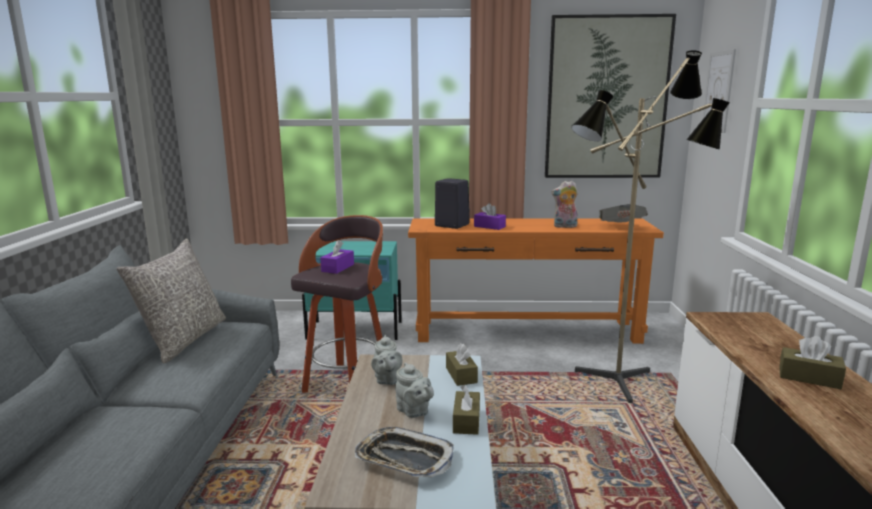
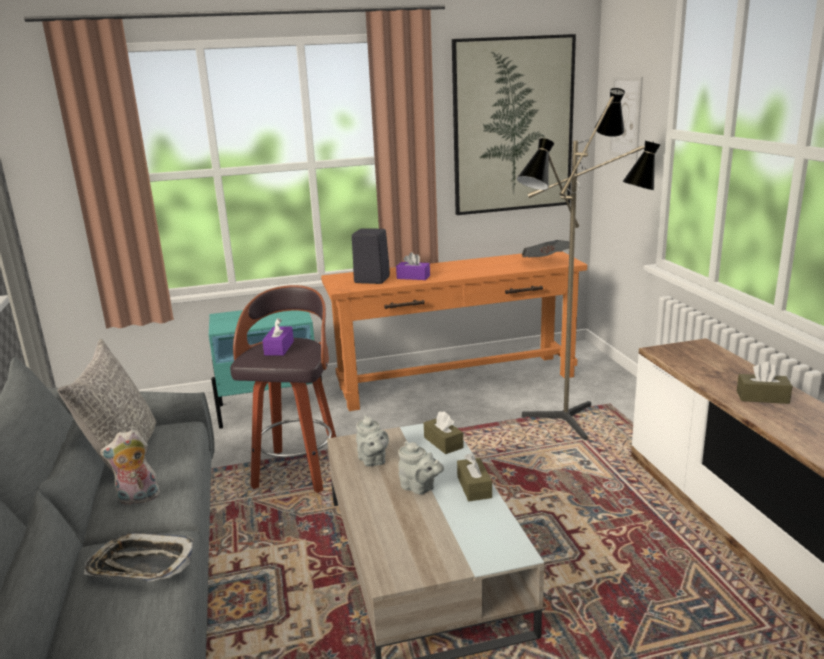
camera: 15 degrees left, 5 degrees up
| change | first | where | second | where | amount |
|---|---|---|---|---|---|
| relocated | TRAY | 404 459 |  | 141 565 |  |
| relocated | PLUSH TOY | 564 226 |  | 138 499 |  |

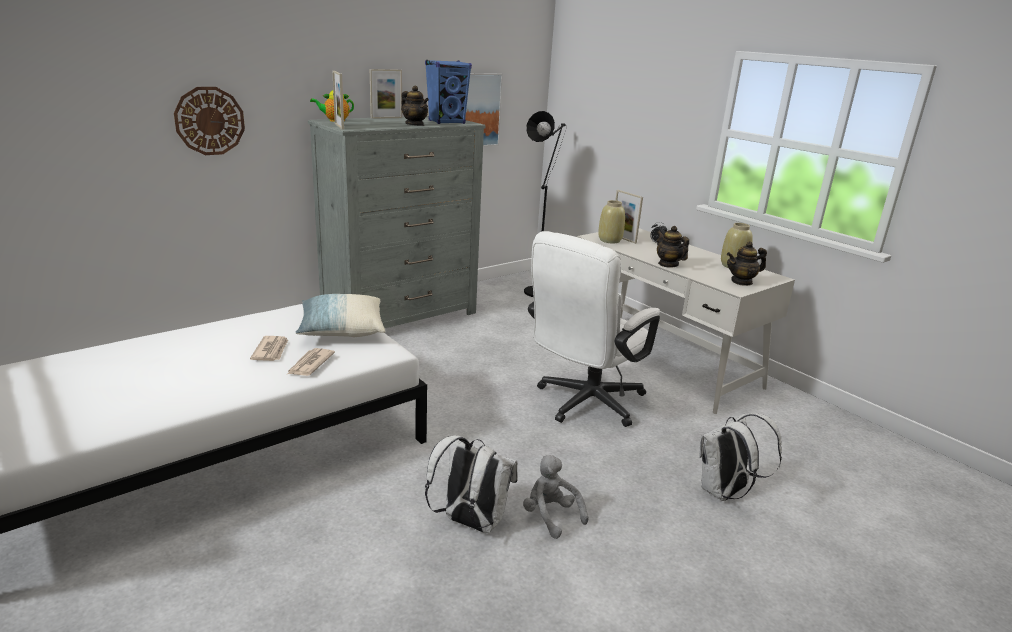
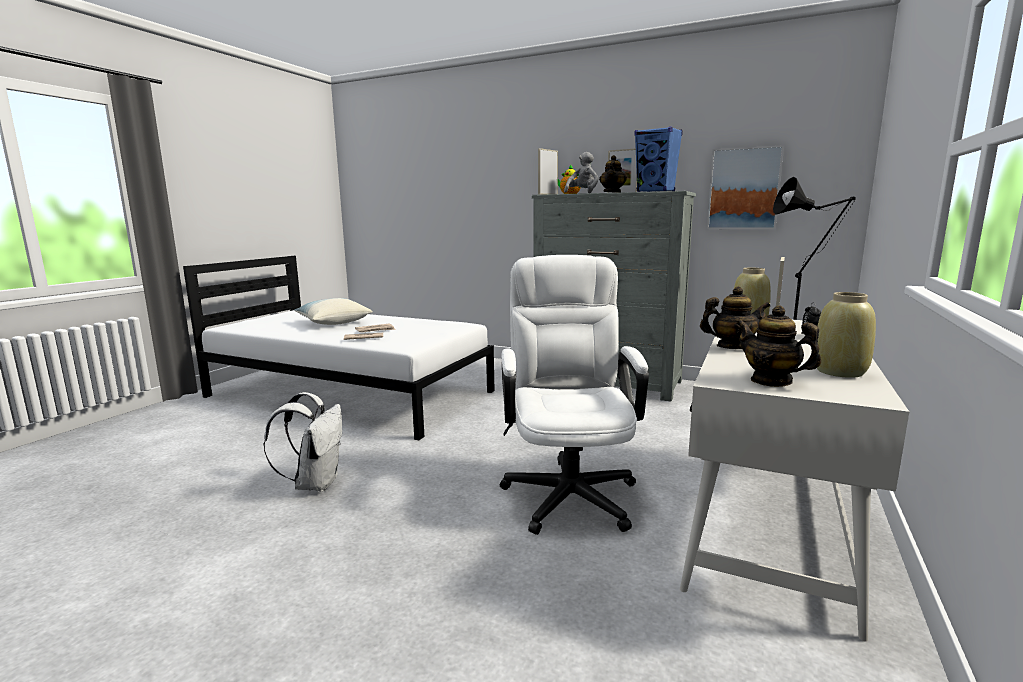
camera: 65 degrees right, 10 degrees down
| change | first | where | second | where | amount |
|---|---|---|---|---|---|
| missing | WALL CLOCK | 209 121 |  |  |  |
| missing | WHITE BACKPACK | 724 492 |  |  |  |
| relocated | PILLOW | 341 330 |  | 333 322 |  |
| relocated | GREY PLUSH TOY | 550 516 |  | 582 194 |  |
| spun | WHITE OFFICE CHAIR | 584 404 |  | 569 489 | 75 degrees clockwise |
| spun | TEAPOT | 668 264 |  | 732 347 | 60 degrees clockwise |

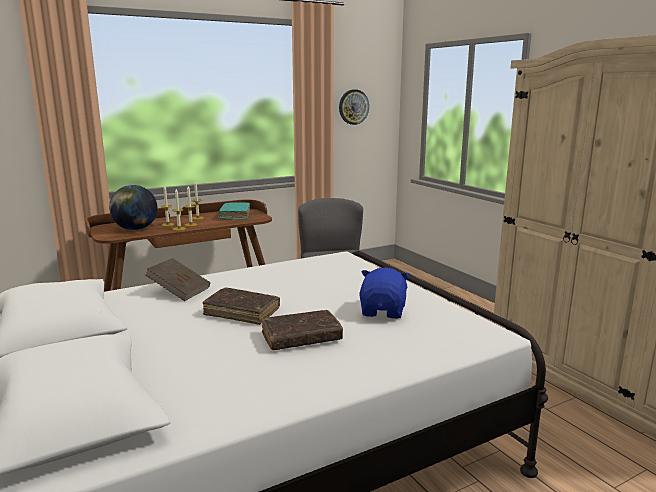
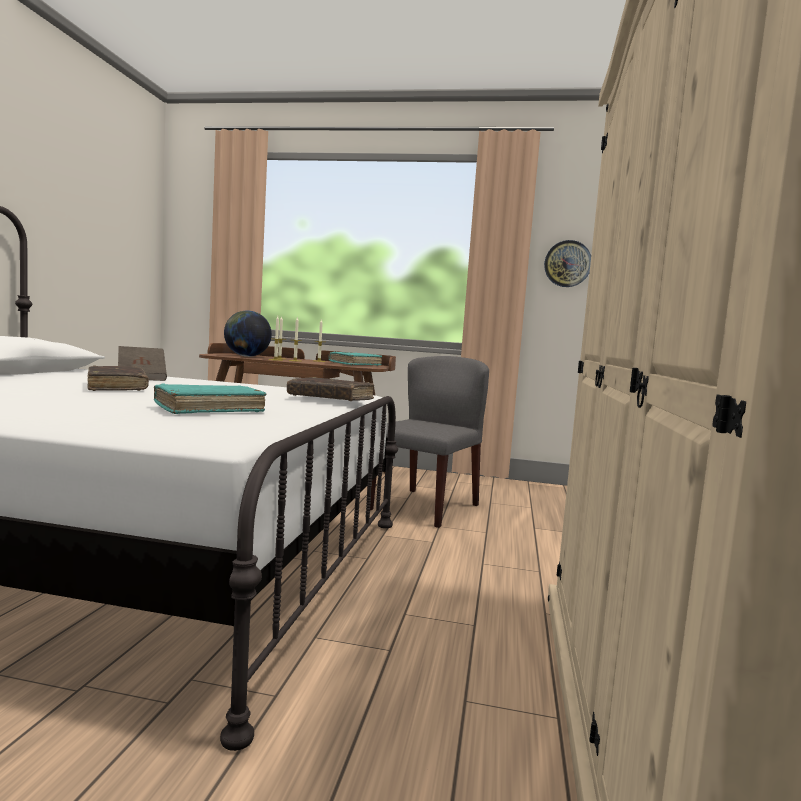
camera: 40 degrees right, 10 degrees down
| change | first | where | second | where | amount |
|---|---|---|---|---|---|
| relocated | BROWN BOOK | 301 338 |  | 330 398 |  |
| exchanged | BLUE PLUSH TOY | 383 311 | TURQUOISE BOOK | 209 409 |  |

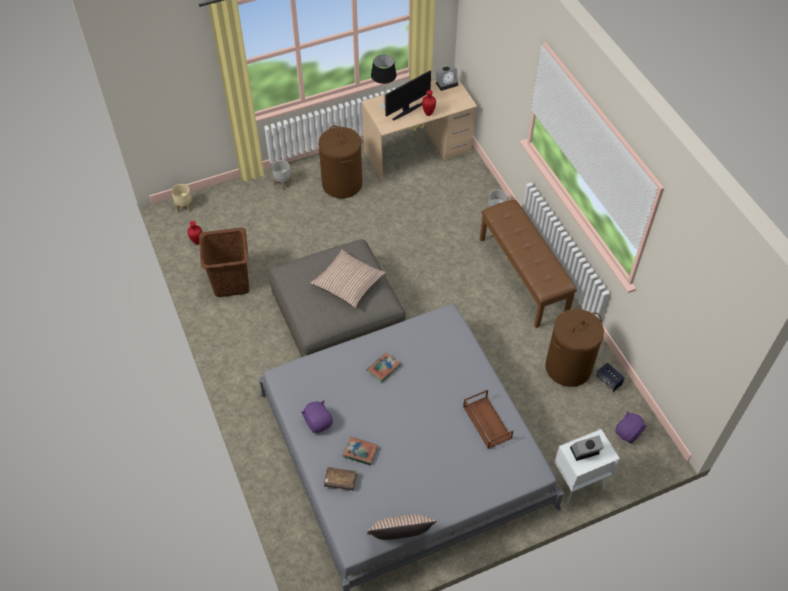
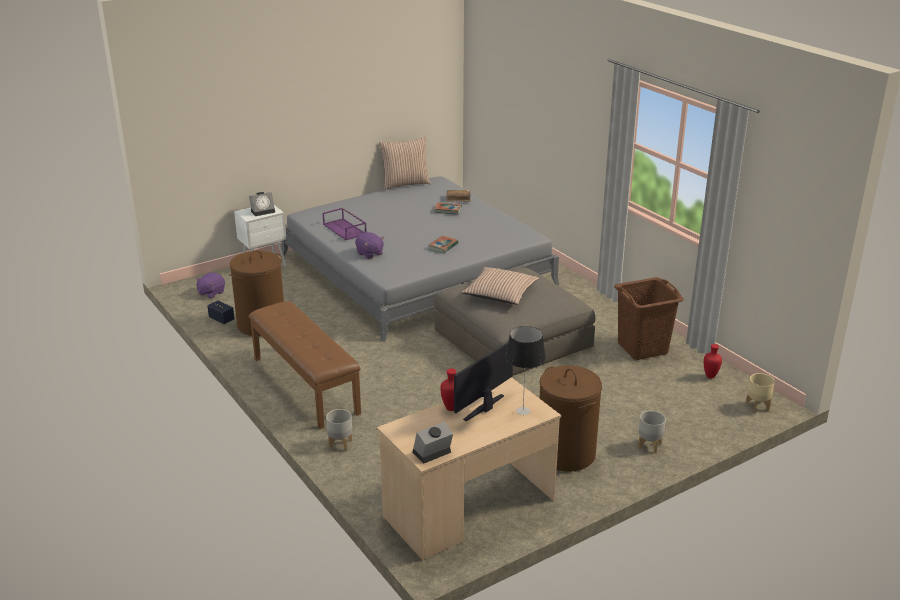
camera: 170 degrees right, 25 degrees down
| change | first | where | second | where | amount |
|---|---|---|---|---|---|
| relocated | PURPLE PLUSH TOY | 318 422 |  | 369 254 |  |
| colour | BROWN TRAY | 486 422 | PURPLE TRAY | 345 229 |  |

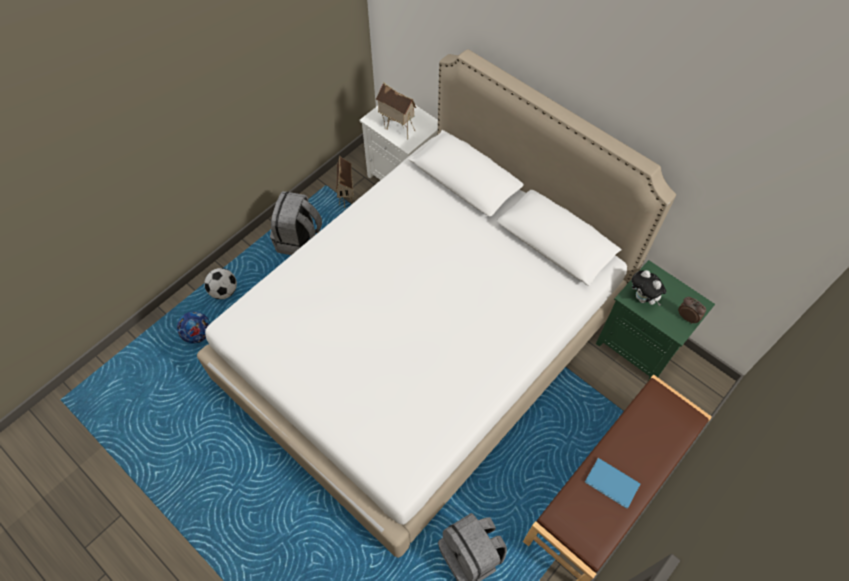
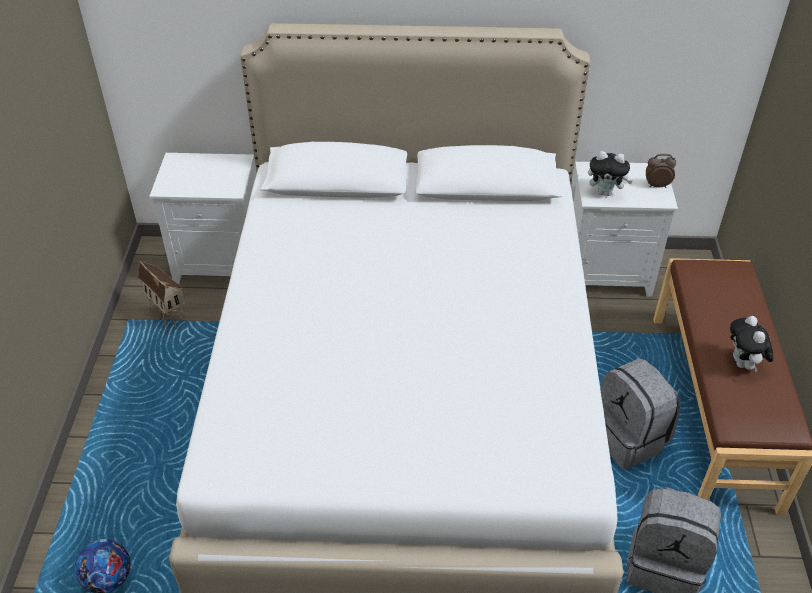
camera: 40 degrees left, 15 degrees down
| change | first | where | second | where | amount |
|---|---|---|---|---|---|
| missing | FOOTBALL | 224 291 |  |  |  |
| missing | TOY HOUSE | 397 129 |  |  |  |
| relocated | GREY BACKPACK | 299 241 |  | 630 438 |  |
| exchanged | BLUE BOOK | 612 485 | PLUSH TOY | 743 364 |  |
| colour | GREEN NIGHTSTAND | 639 346 | WHITE NIGHTSTAND | 608 272 |  |

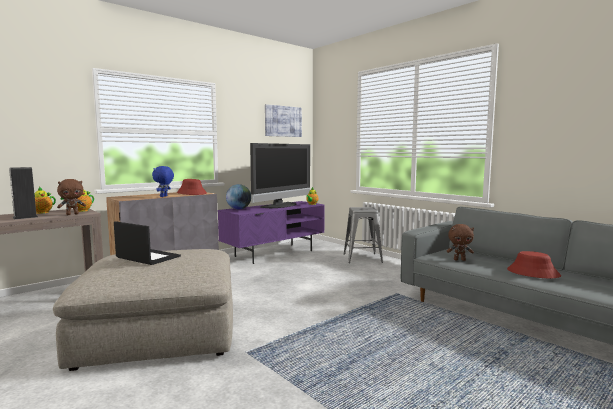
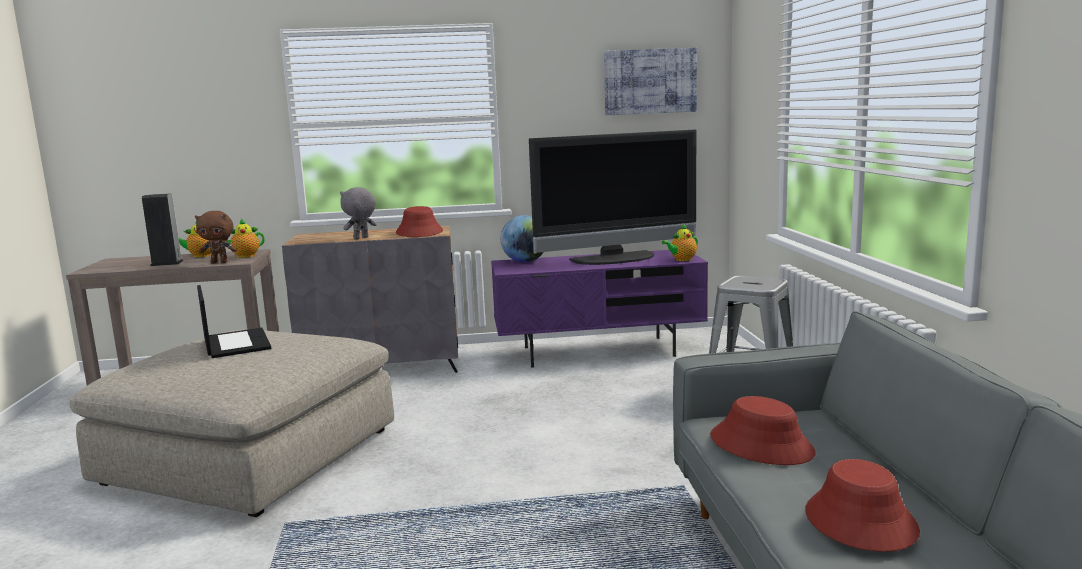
camera: 35 degrees right, 5 degrees up
| change | first | where | second | where | amount |
|---|---|---|---|---|---|
| exchanged | BROWN PLUSH TOY | 459 260 | RED HAT | 761 445 |  |
| colour | BLUE PLUSH TOY | 164 196 | GREY PLUSH TOY | 361 238 |  |

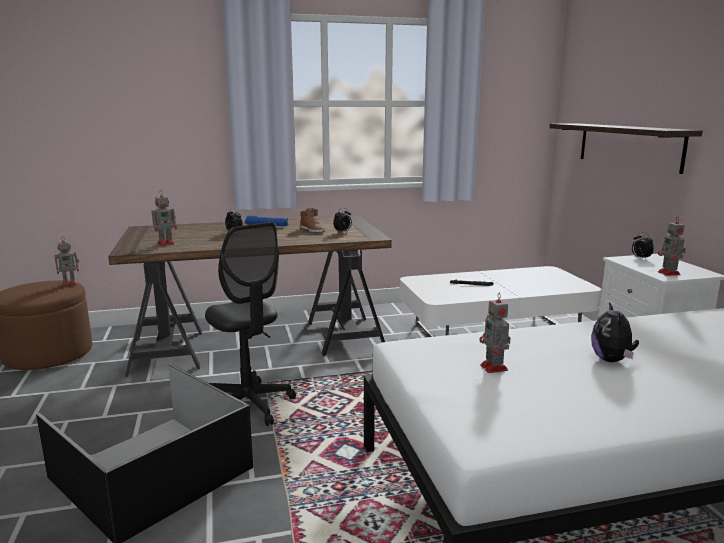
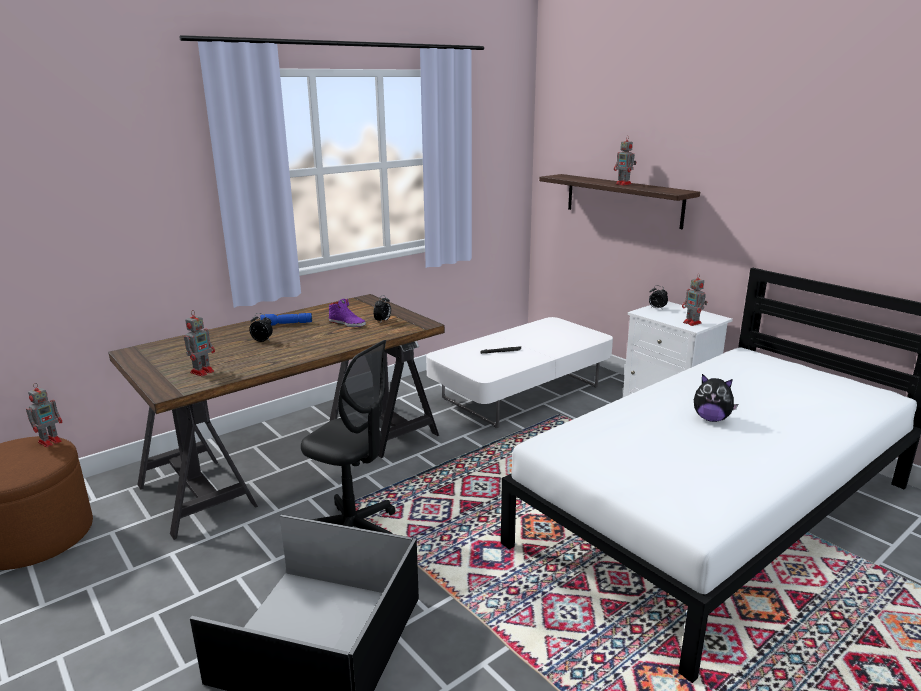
camera: 25 degrees left, 5 degrees up
| change | first | where | second | where | amount |
|---|---|---|---|---|---|
| relocated | TOY ROBOT | 494 368 |  | 624 184 |  |
| colour | BROWN SHOE | 313 230 | PURPLE SHOE | 347 323 |  |
| spun | PLUSH TOY | 611 360 |  | 711 419 | 45 degrees counterclockwise |

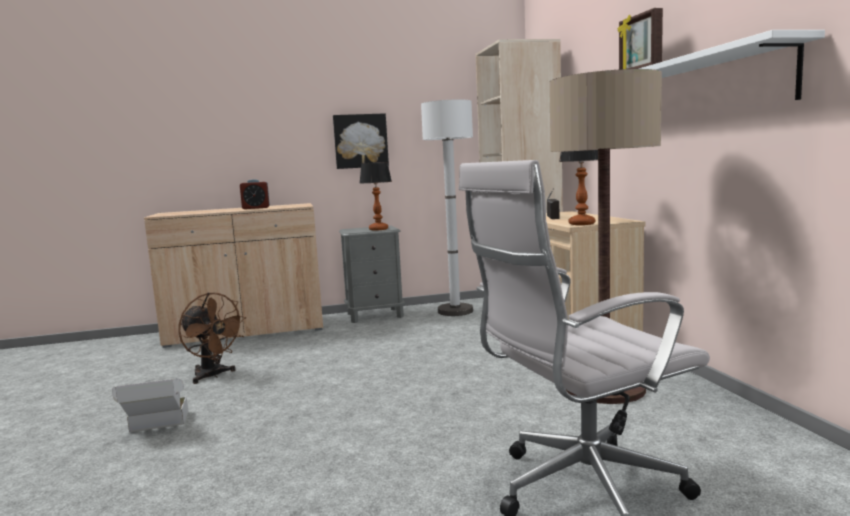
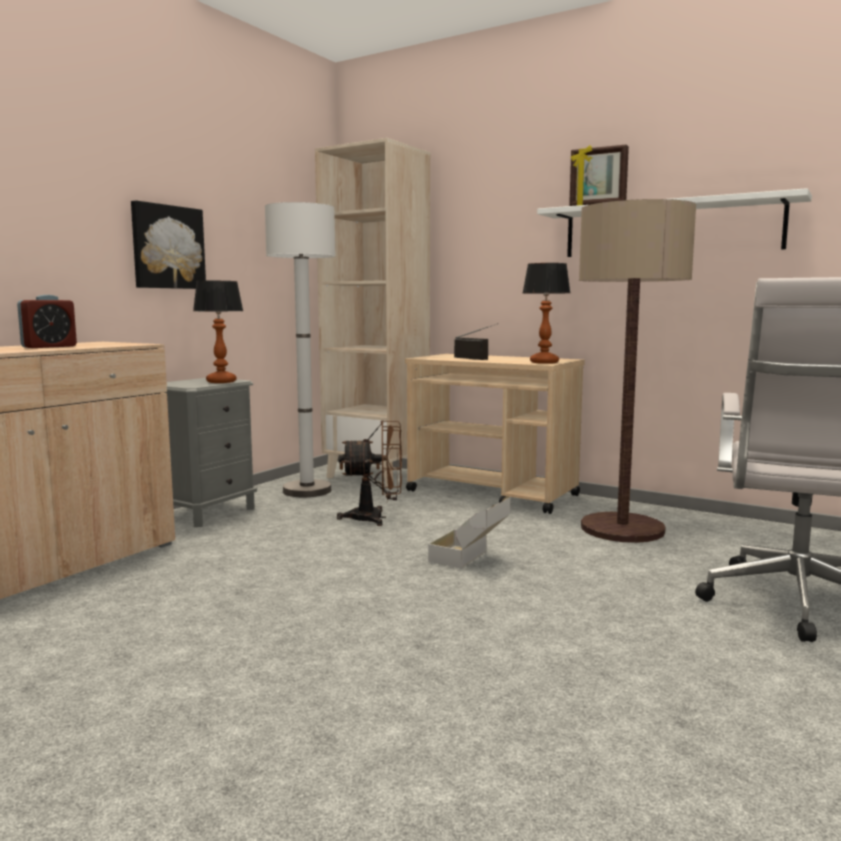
camera: 45 degrees left, 0 degrees up
| change | first | where | second | where | amount |
|---|---|---|---|---|---|
| relocated | CARDBOARD BOX | 157 427 |  | 471 559 |  |
| relocated | BROWN FAN | 213 376 |  | 375 518 |  |

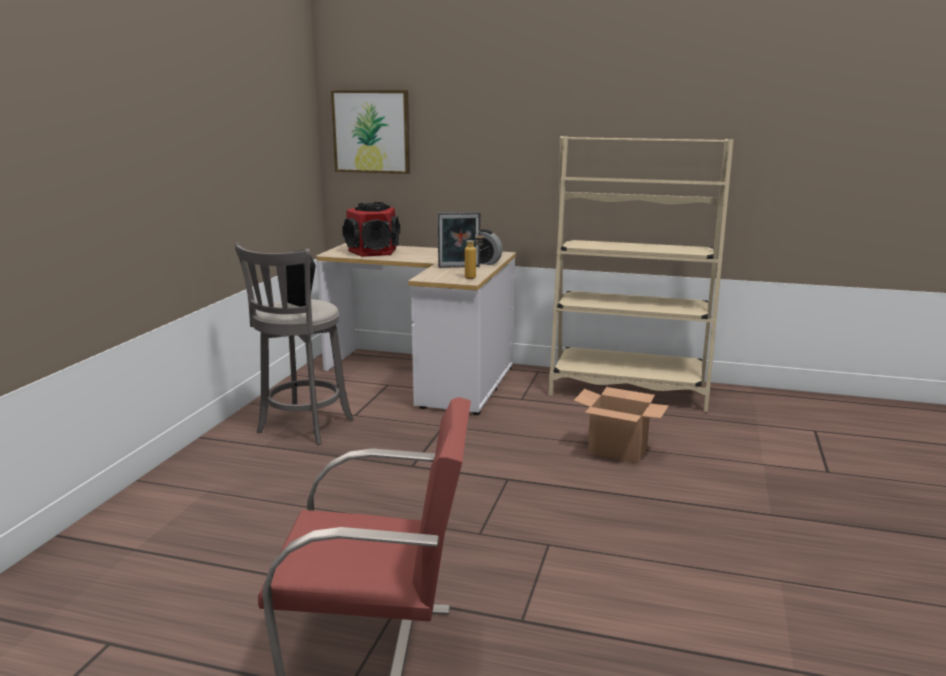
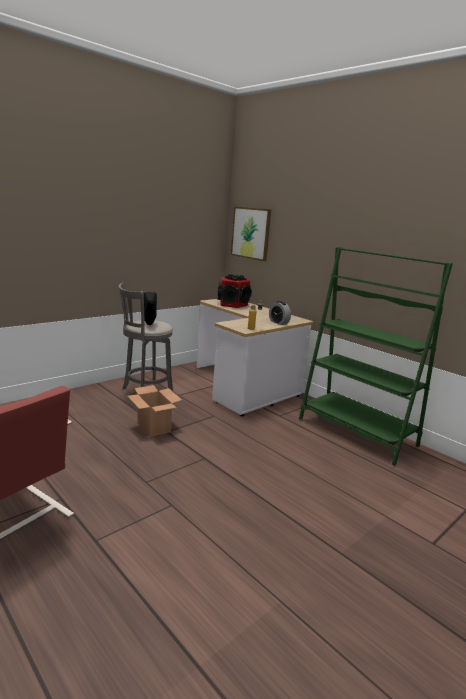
camera: 30 degrees right, 0 degrees up
| change | first | where | second | where | amount |
|---|---|---|---|---|---|
| missing | PICTURE FRAME | 459 267 |  |  |  |
| relocated | CARDBOARD BOX | 618 451 |  | 154 427 |  |
| colour | BEIGE BOOKCASE | 628 390 | GREEN BOOKCASE | 356 432 |  |

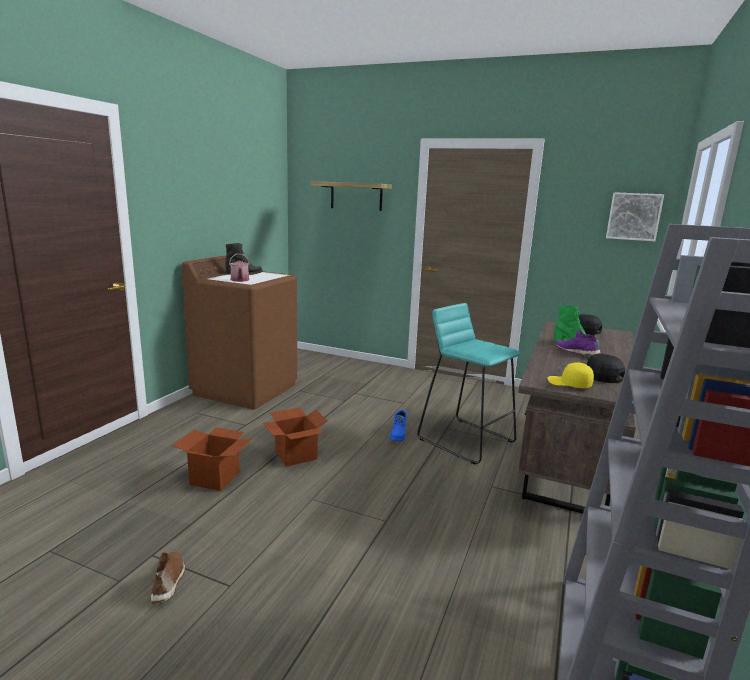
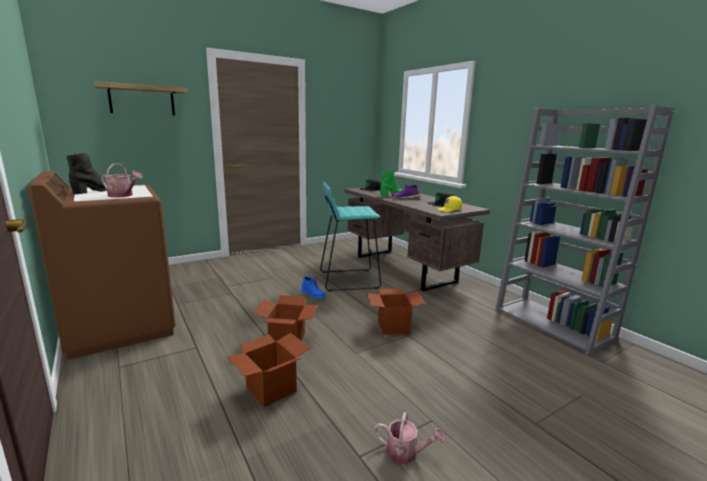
camera: 55 degrees left, 0 degrees up
| change | first | where | second | where | amount |
|---|---|---|---|---|---|
| missing | PICTURE | 634 216 |  |  |  |
| appeared |  |  | CARDBOARD BOX | 393 327 |  |
| exchanged | BROWN SHOE | 169 582 | WATERING CAN | 406 453 |  |

